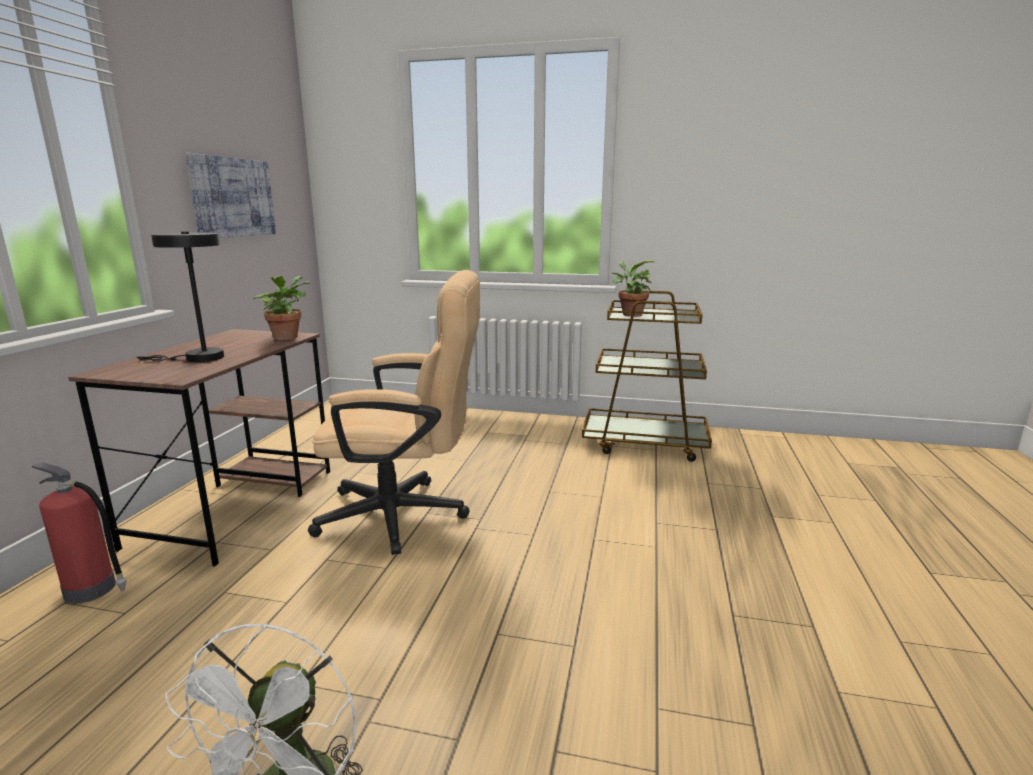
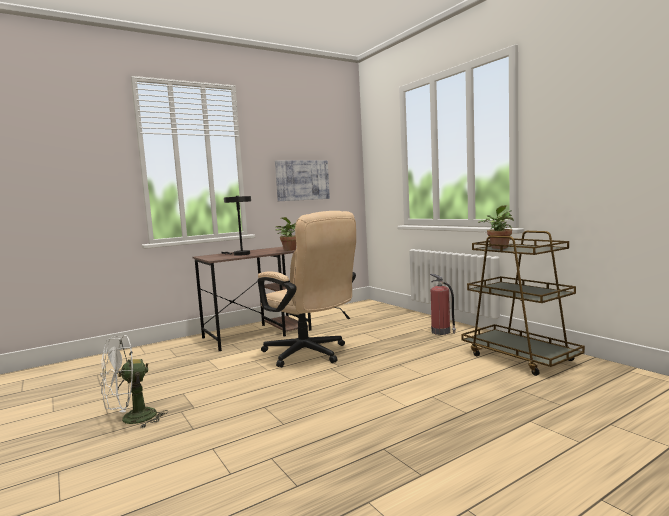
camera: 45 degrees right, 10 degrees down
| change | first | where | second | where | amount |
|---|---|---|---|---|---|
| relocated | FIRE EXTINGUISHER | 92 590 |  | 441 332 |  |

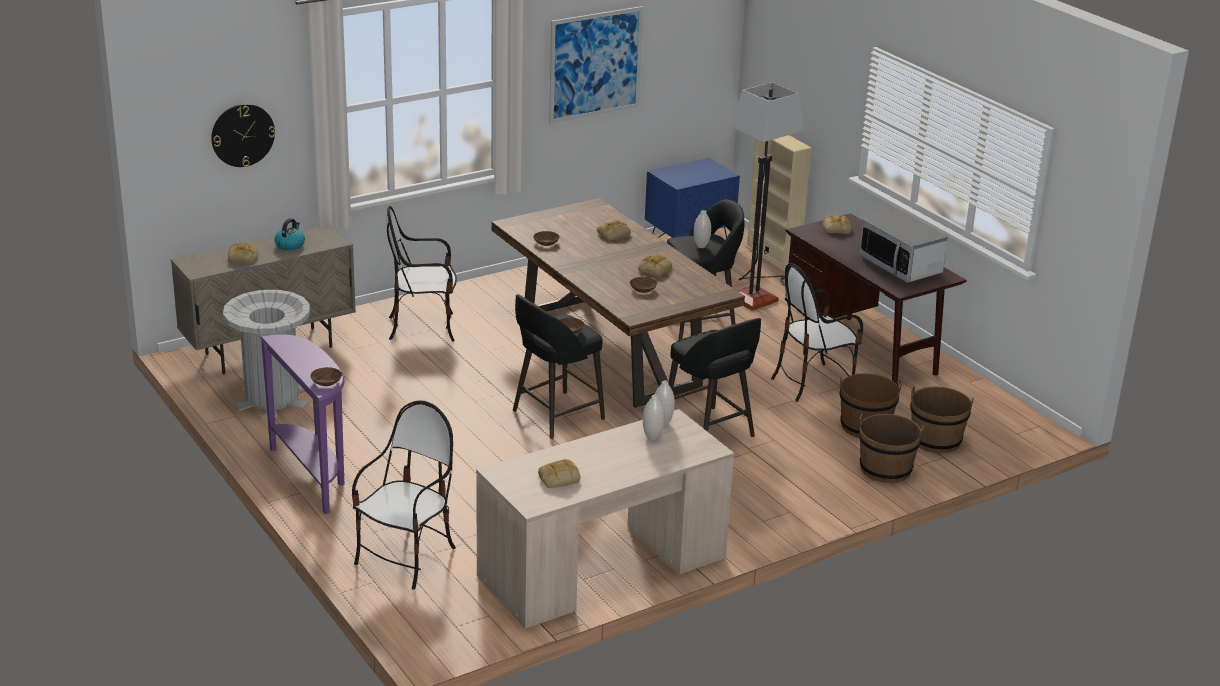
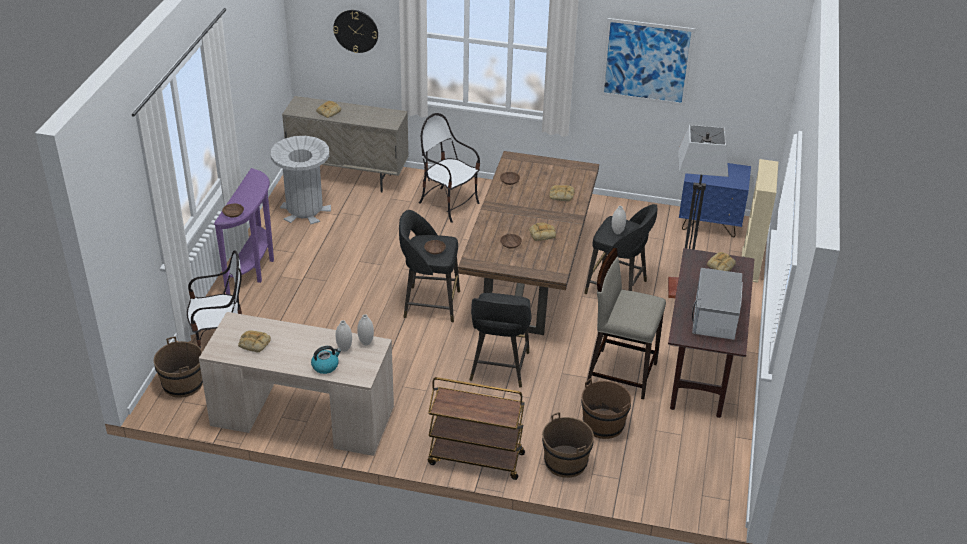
camera: 45 degrees right, 10 degrees up
| change | first | where | second | where | amount |
|---|---|---|---|---|---|
| appeared |  |  | BROWN CART | 475 459 |  |
| relocated | KETTLE | 290 245 |  | 325 366 |  |
| relocated | BROWN BUCKET | 935 440 |  | 183 384 |  |
| exchanged | CHAIR | 813 383 | BEIGE STOOL | 621 373 |  |

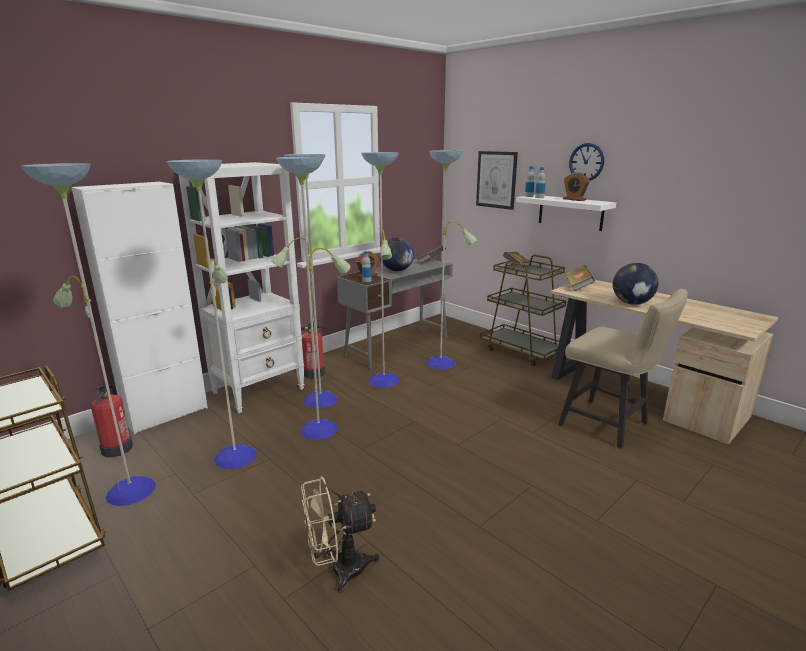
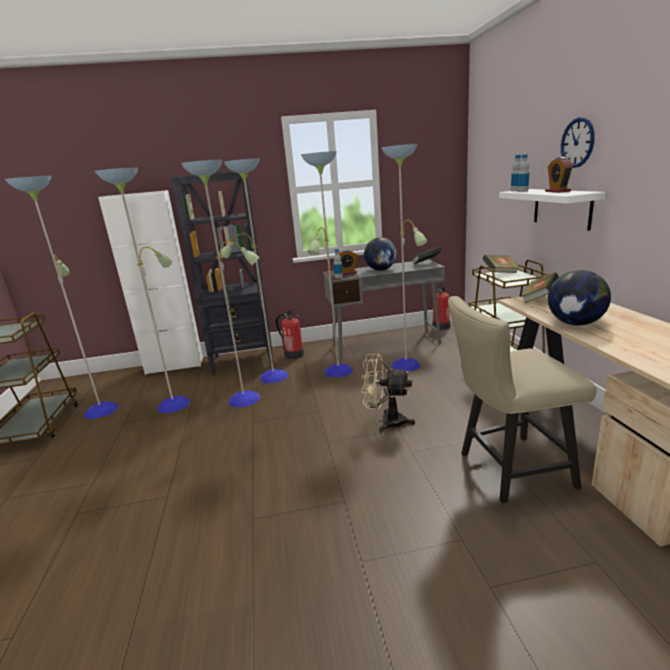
camera: 35 degrees right, 0 degrees up
| change | first | where | second | where | amount |
|---|---|---|---|---|---|
| missing | PICTURE | 496 179 |  |  |  |
| relocated | FIRE EXTINGUISHER | 117 448 |  | 441 326 |  |
| relocated | BEIGE FAN | 339 570 |  | 386 422 |  |
| colour | WHITE BOOKCASE | 259 390 | BLACK BOOKCASE | 244 360 |  |
| spun | BEIGE CHAIR | 610 426 |  | 508 470 | 90 degrees clockwise |

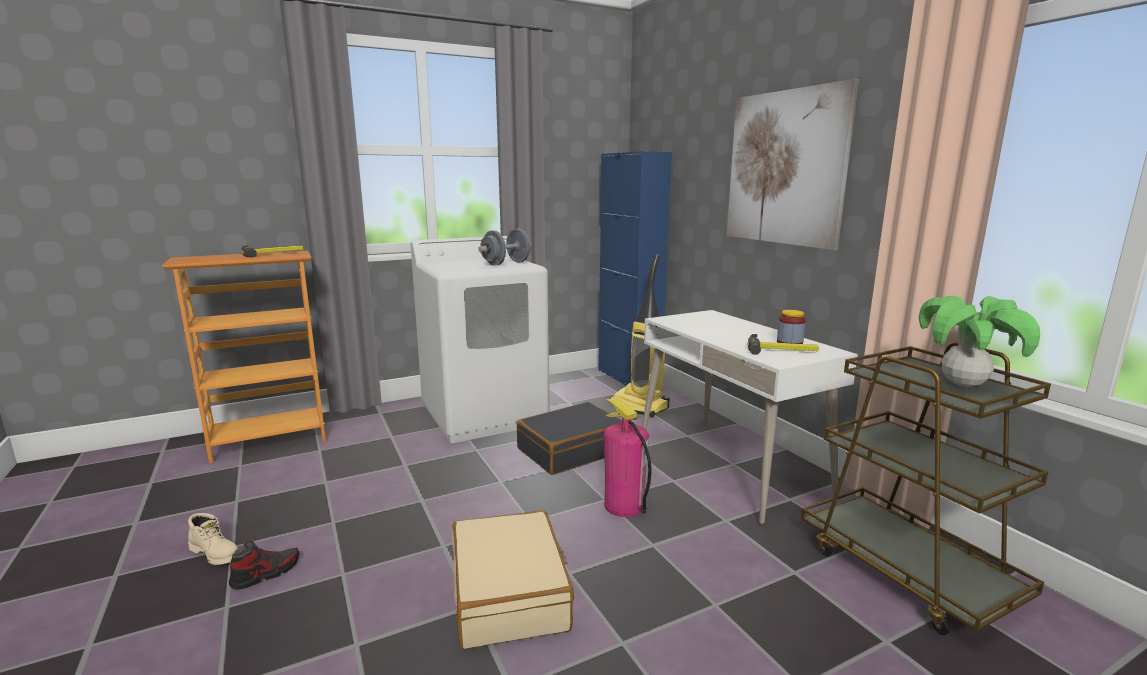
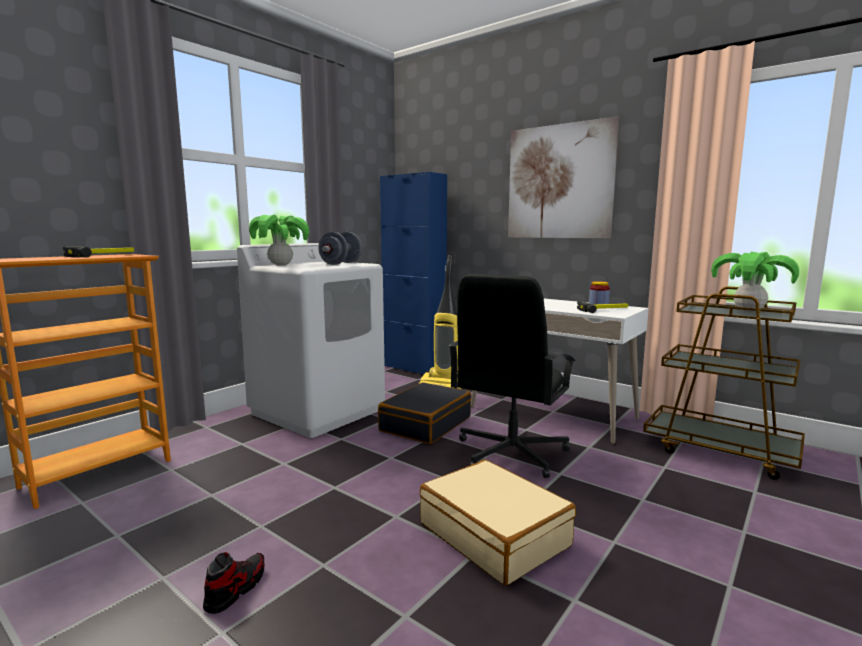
camera: 25 degrees left, 5 degrees down
| change | first | where | second | where | amount |
|---|---|---|---|---|---|
| missing | BEIGE BOOT | 216 553 |  |  |  |
| appeared |  |  | POTTED PLANT | 281 265 |  |
| exchanged | FIRE EXTINGUISHER | 624 505 | BLACK OFFICE CHAIR | 510 453 |  |

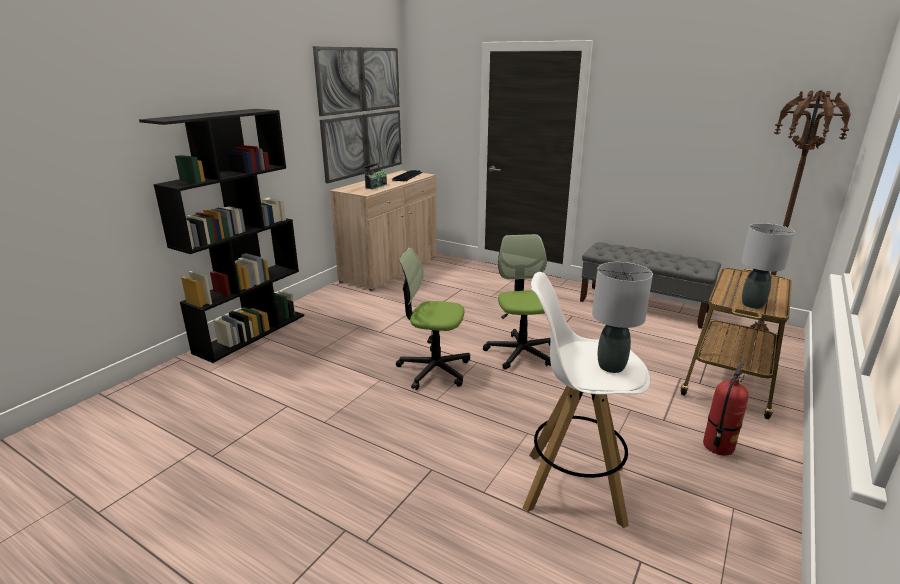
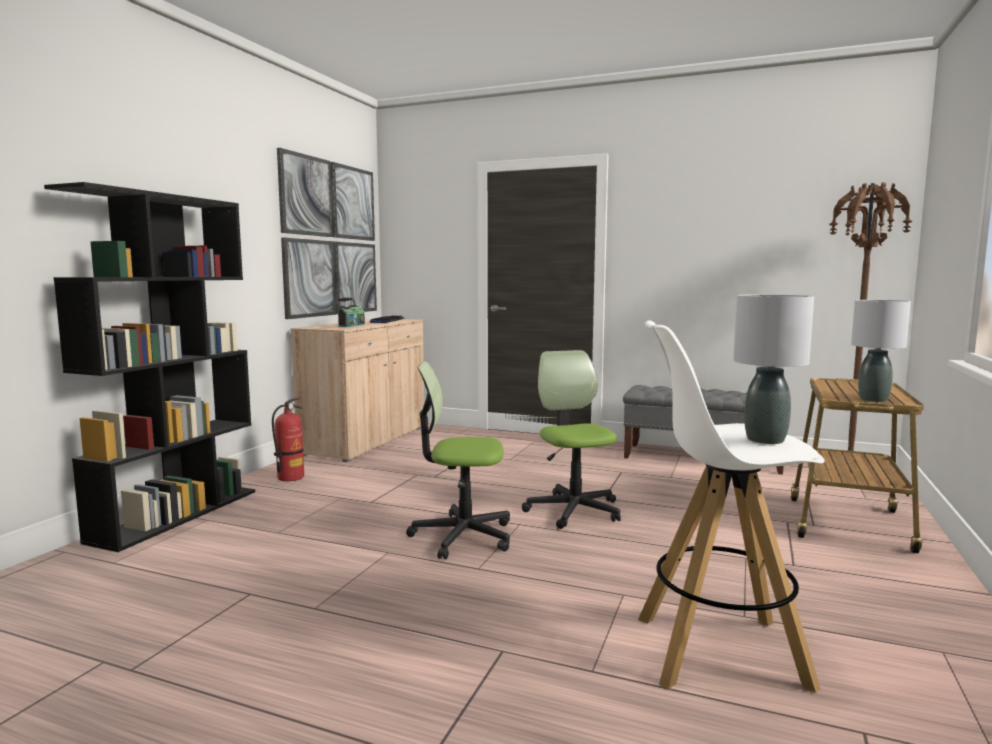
camera: 10 degrees left, 15 degrees down
| change | first | where | second | where | amount |
|---|---|---|---|---|---|
| relocated | FIRE EXTINGUISHER | 718 446 |  | 290 477 |  |

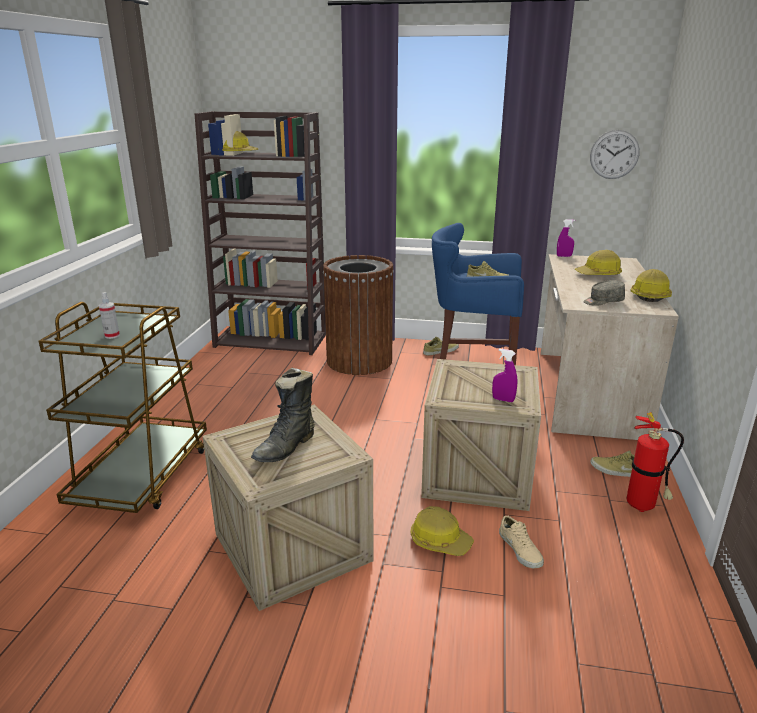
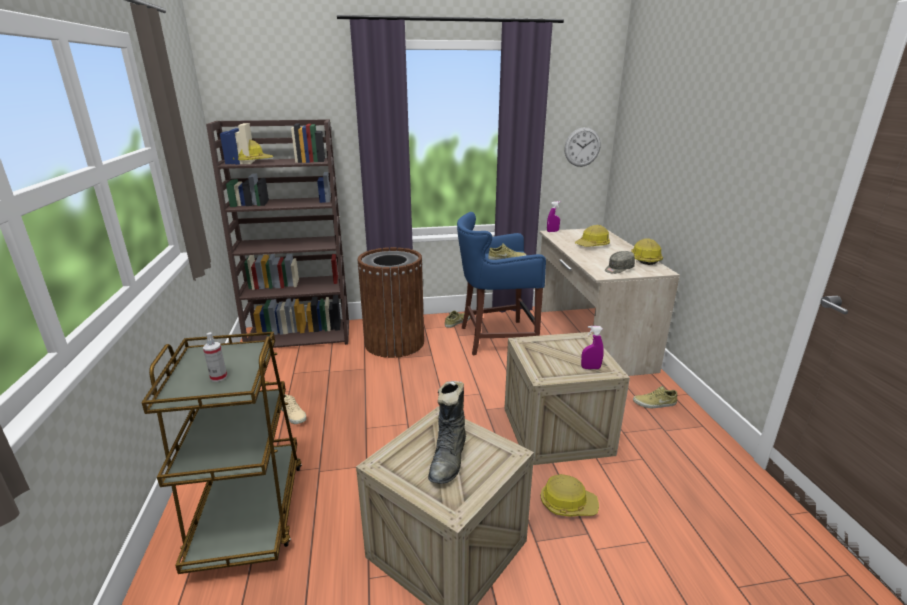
camera: 20 degrees left, 0 degrees up
| change | first | where | second | where | amount |
|---|---|---|---|---|---|
| missing | FIRE EXTINGUISHER | 643 506 |  |  |  |
| relocated | BEIGE SHOE | 521 549 |  | 293 414 |  |

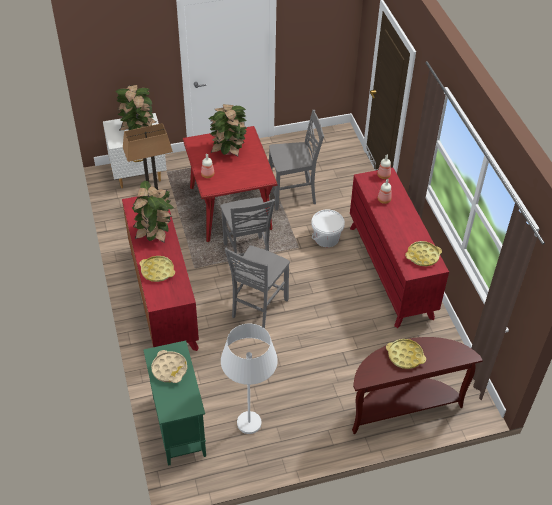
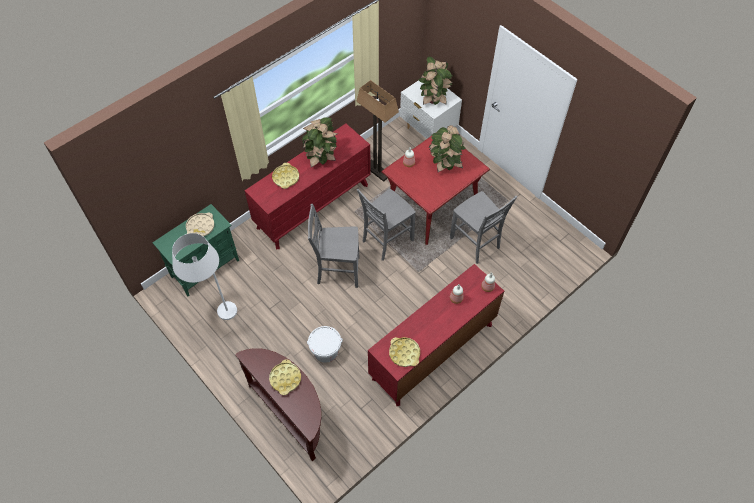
camera: 65 degrees right, 10 degrees up
| change | first | where | second | where | amount |
|---|---|---|---|---|---|
| relocated | WHITE BUCKET | 326 238 |  | 325 351 |  |

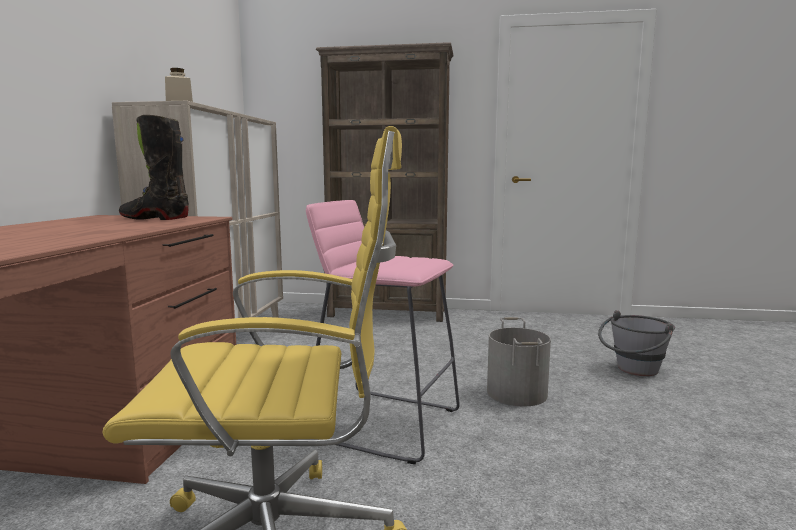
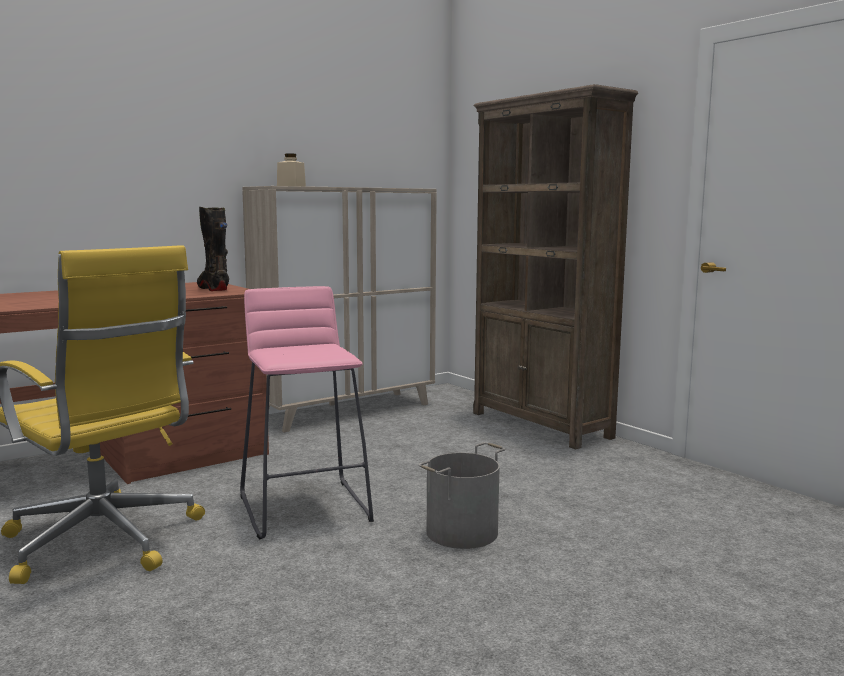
camera: 45 degrees right, 0 degrees up
| change | first | where | second | where | amount |
|---|---|---|---|---|---|
| missing | GREY BUCKET | 633 371 |  |  |  |

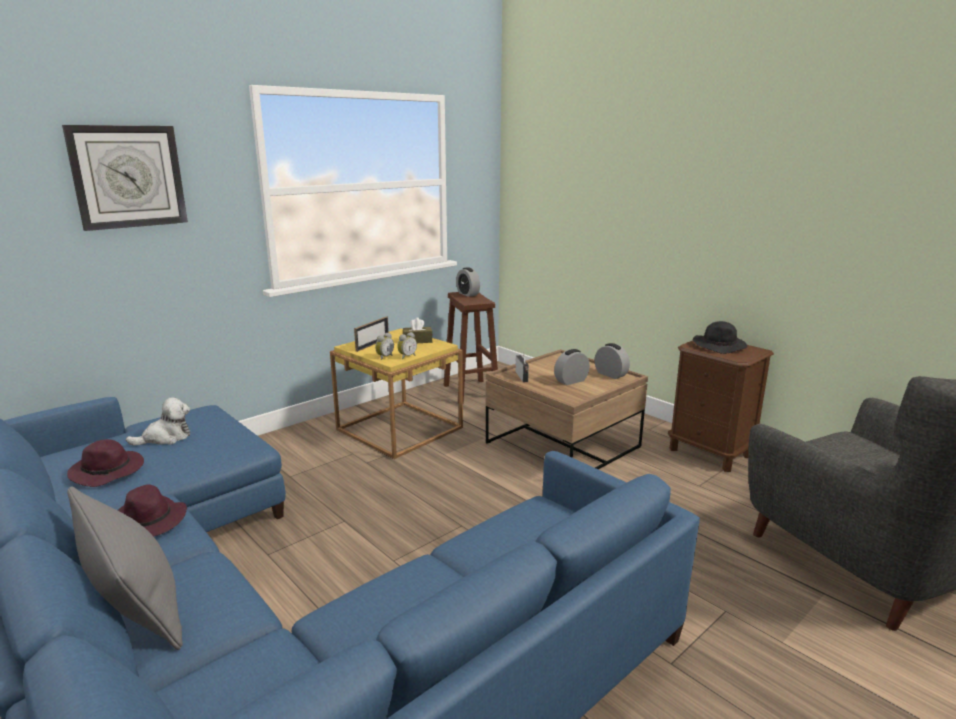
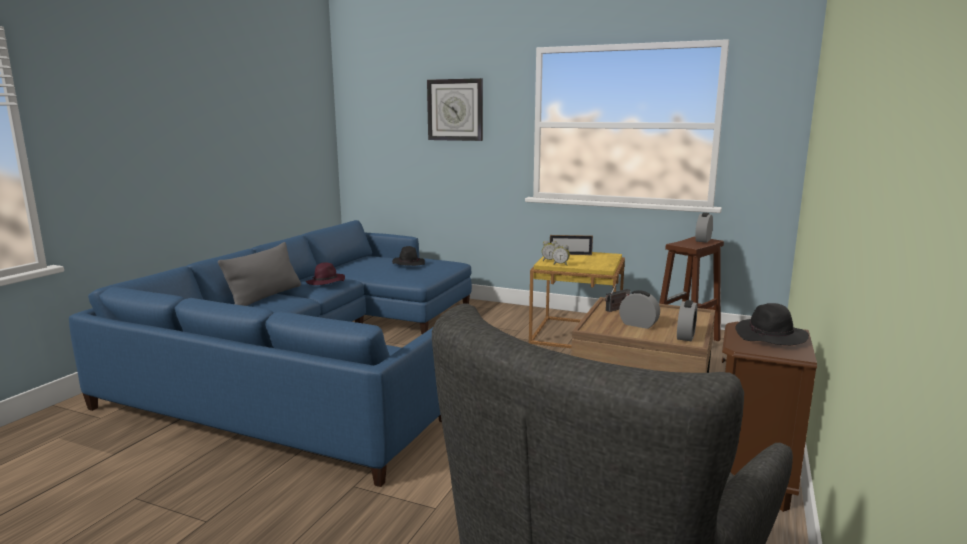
camera: 65 degrees right, 5 degrees down
| change | first | where | second | where | amount |
|---|---|---|---|---|---|
| missing | PURPLE HAT | 108 471 |  |  |  |
| missing | BROWN TISSUE BOX | 417 341 |  |  |  |
| exchanged | PLUSH TOY | 166 438 | BLACK HAT | 408 264 |  |

